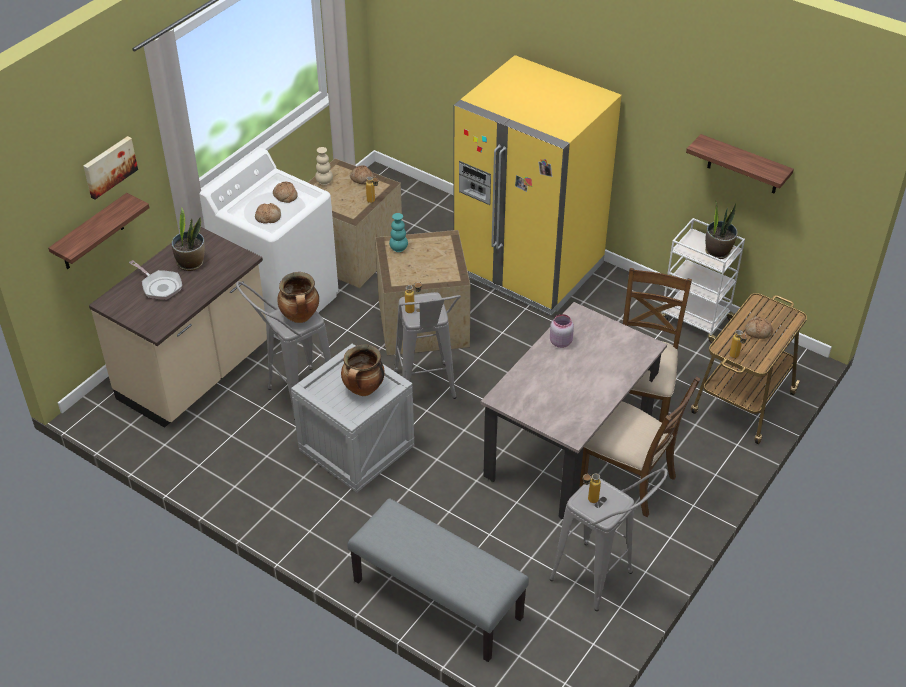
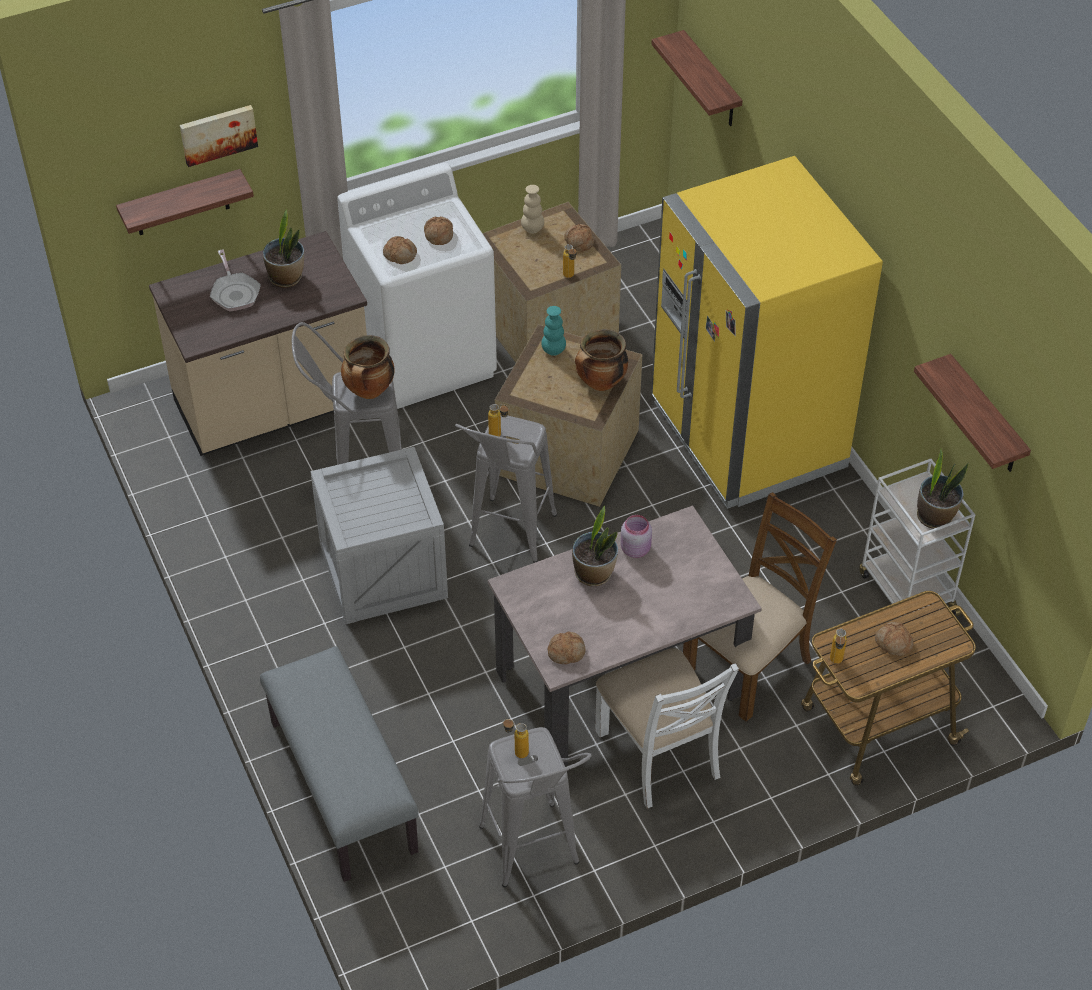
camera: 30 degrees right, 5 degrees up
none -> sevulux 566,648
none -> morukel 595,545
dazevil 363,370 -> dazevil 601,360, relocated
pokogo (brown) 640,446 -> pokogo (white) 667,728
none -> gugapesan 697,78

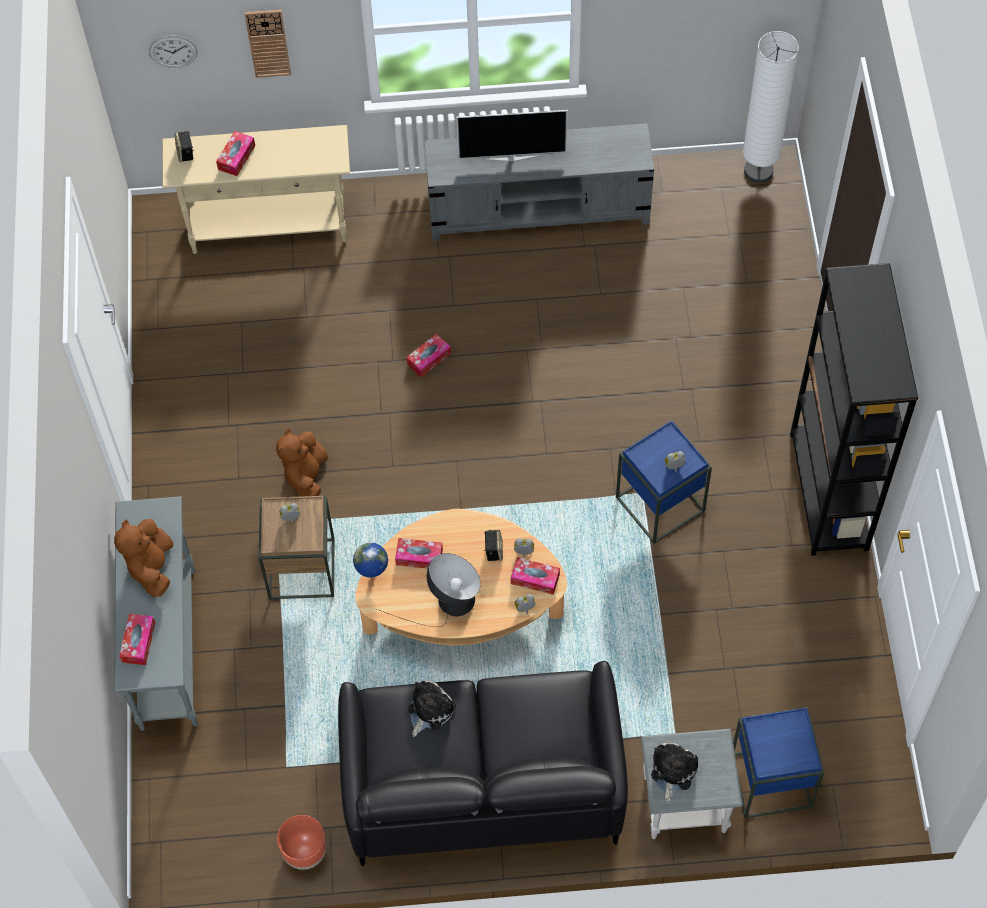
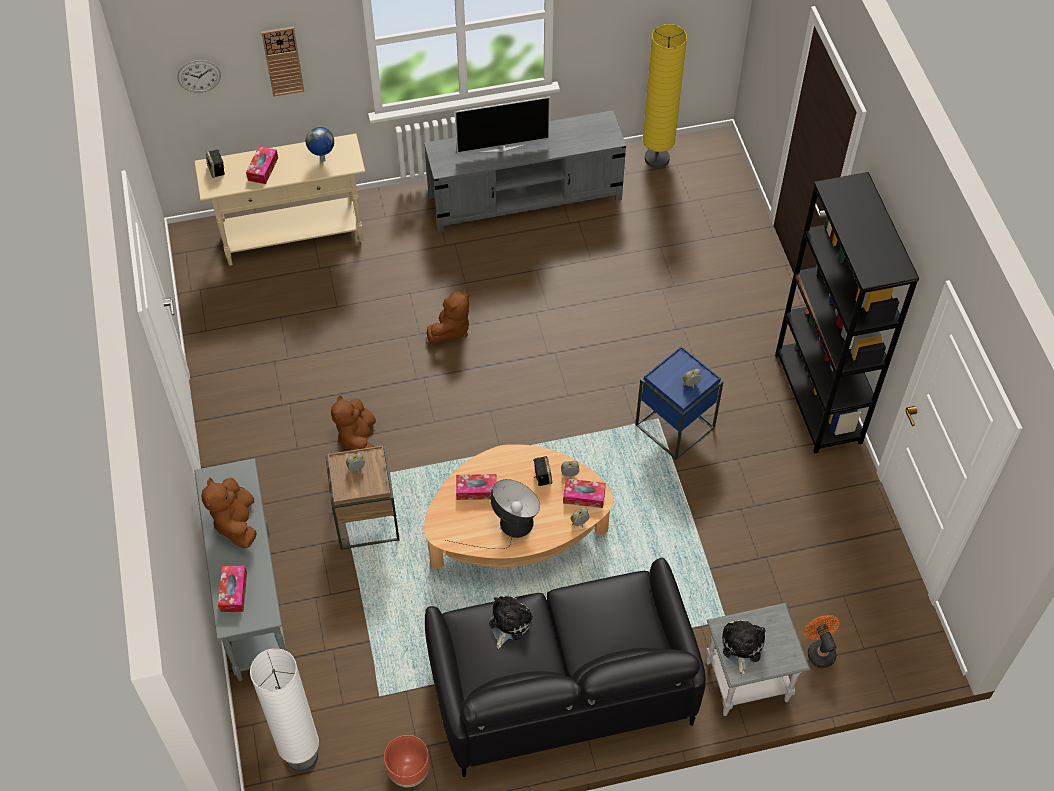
camera: 10 degrees left, 5 degrees down
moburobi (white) 771,107 -> moburobi (white) 284,710, relocated
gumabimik 370,560 -> gumabimik 320,144, relocated
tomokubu 428,355 -> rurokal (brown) 448,317
none -> moburobi (yellow) 665,96
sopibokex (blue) 778,762 -> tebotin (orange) 822,641

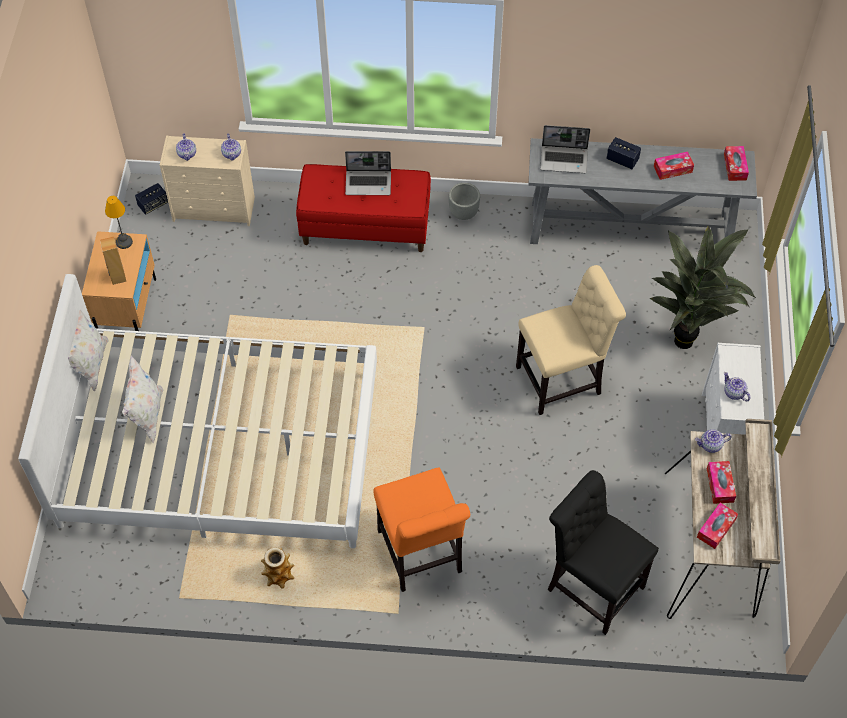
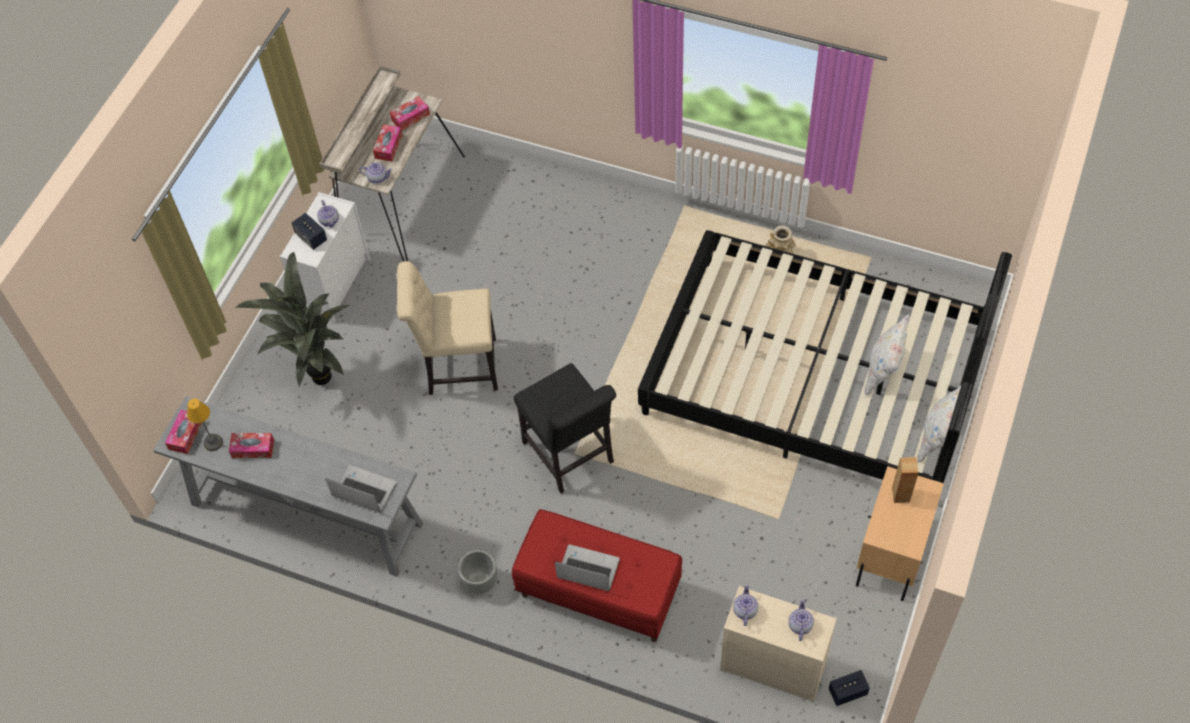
camera: 160 degrees left, 0 degrees up
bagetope 119,222 -> bagetope 205,425, relocated
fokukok 623,153 -> fokukok 309,231, relocated
pokogo (black) 603,552 -> pokogo (black) 565,428, relocated
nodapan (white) 197,411 -> nodapan (black) 825,356
pokogo (orange) 422,530 -> none

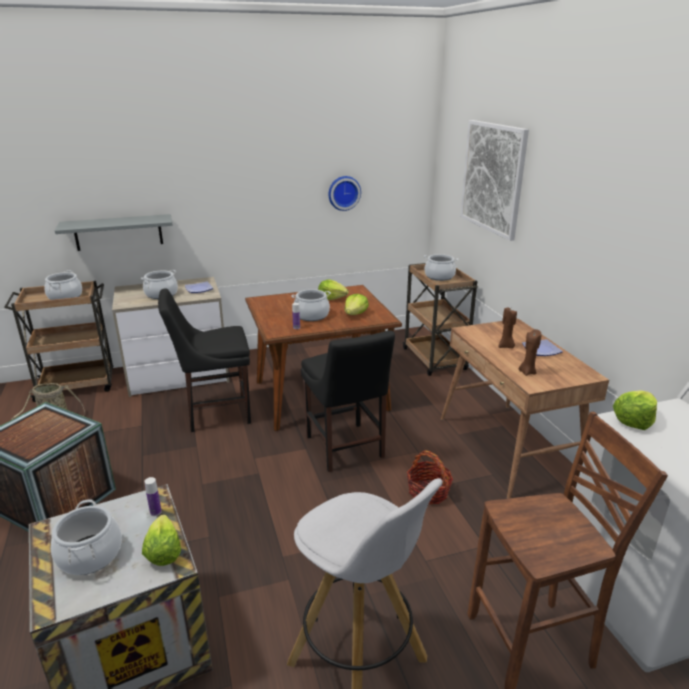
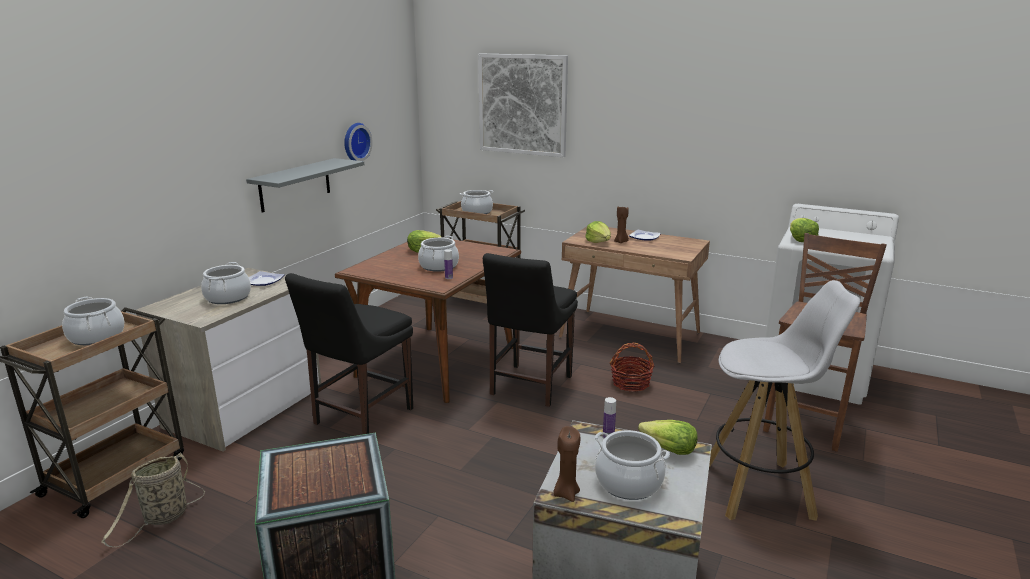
camera: 45 degrees left, 5 degrees down
gugapesan (grey) 114,232 -> gugapesan (grey) 305,185, relocated
pokogo (black) 348,401 -> pokogo (black) 530,330, 90 degrees clockwise
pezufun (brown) 530,352 -> pezufun (brown) 567,464, relocated
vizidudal 356,304 -> vizidudal 598,232, relocated

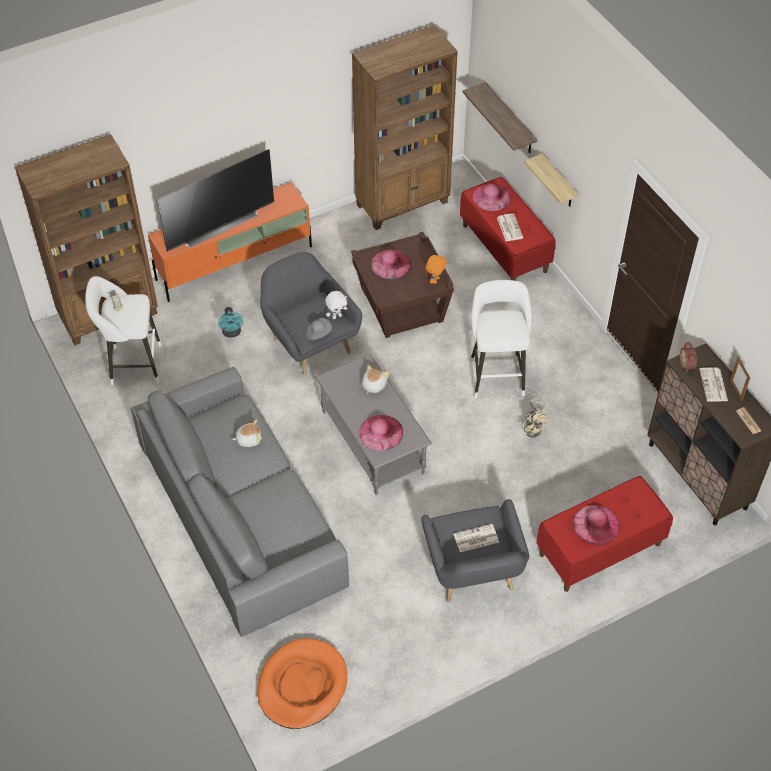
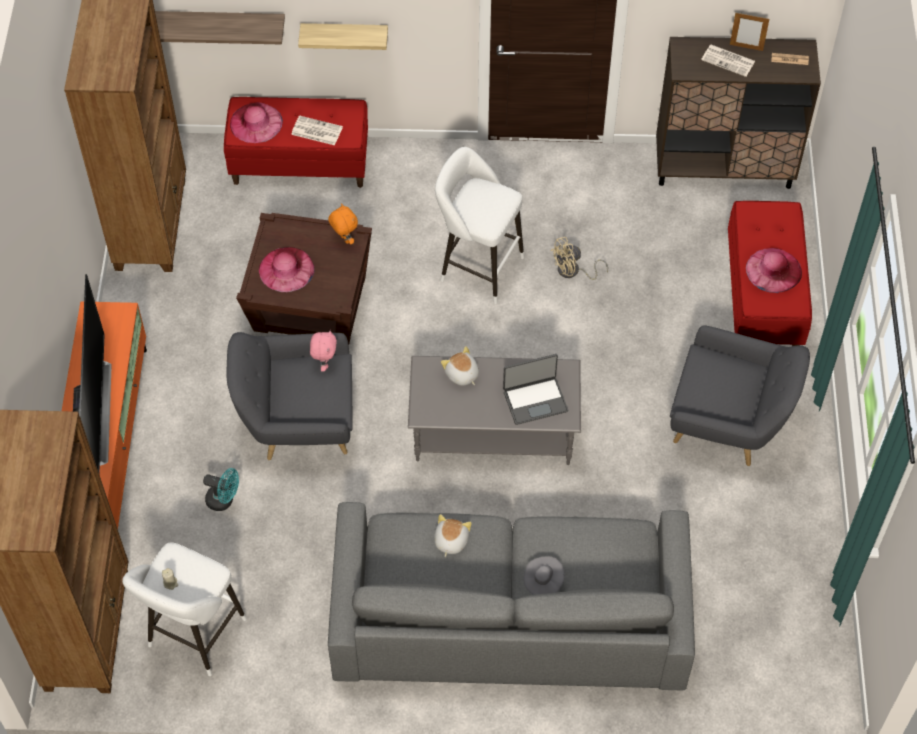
camera: 60 degrees left, 5 degrees up
rurokal (white) 336,305 -> rurokal (pink) 323,351
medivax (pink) 381,433 -> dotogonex 535,389
medivax (grey) 319,329 -> medivax (grey) 544,575, relocated
tebotin (beige) 536,420 -> tebotin (beige) 579,258, 150 degrees clockwise
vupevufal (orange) 302,683 -> none
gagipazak 476,538 -> none
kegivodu 688,357 -> none

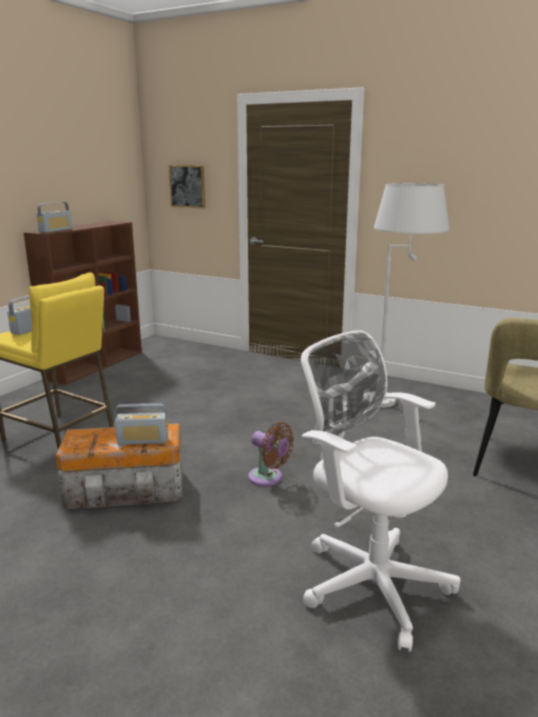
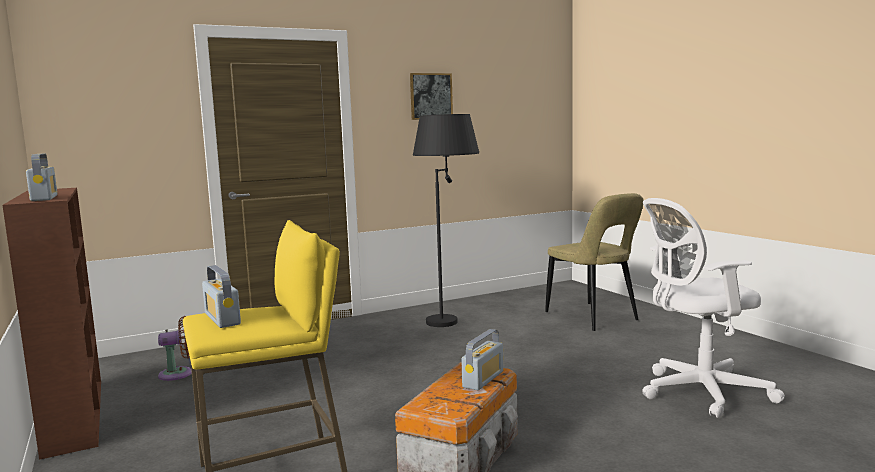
camera: 55 degrees left, 10 degrees down
tebotin (brown) 271,454 -> tebotin (brown) 175,348, relocated
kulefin 187,186 -> kulefin 431,96, relocated
moburobi (white) 406,295 -> moburobi (black) 446,220

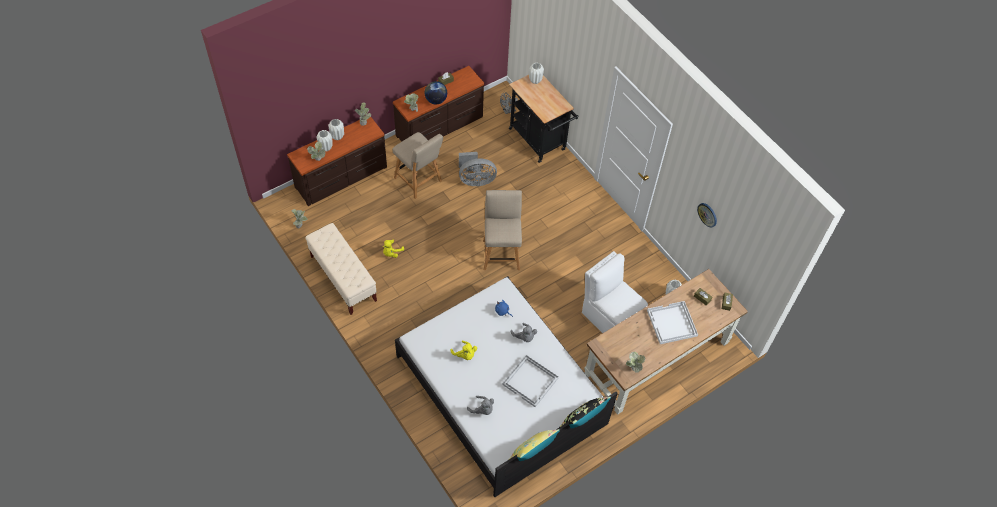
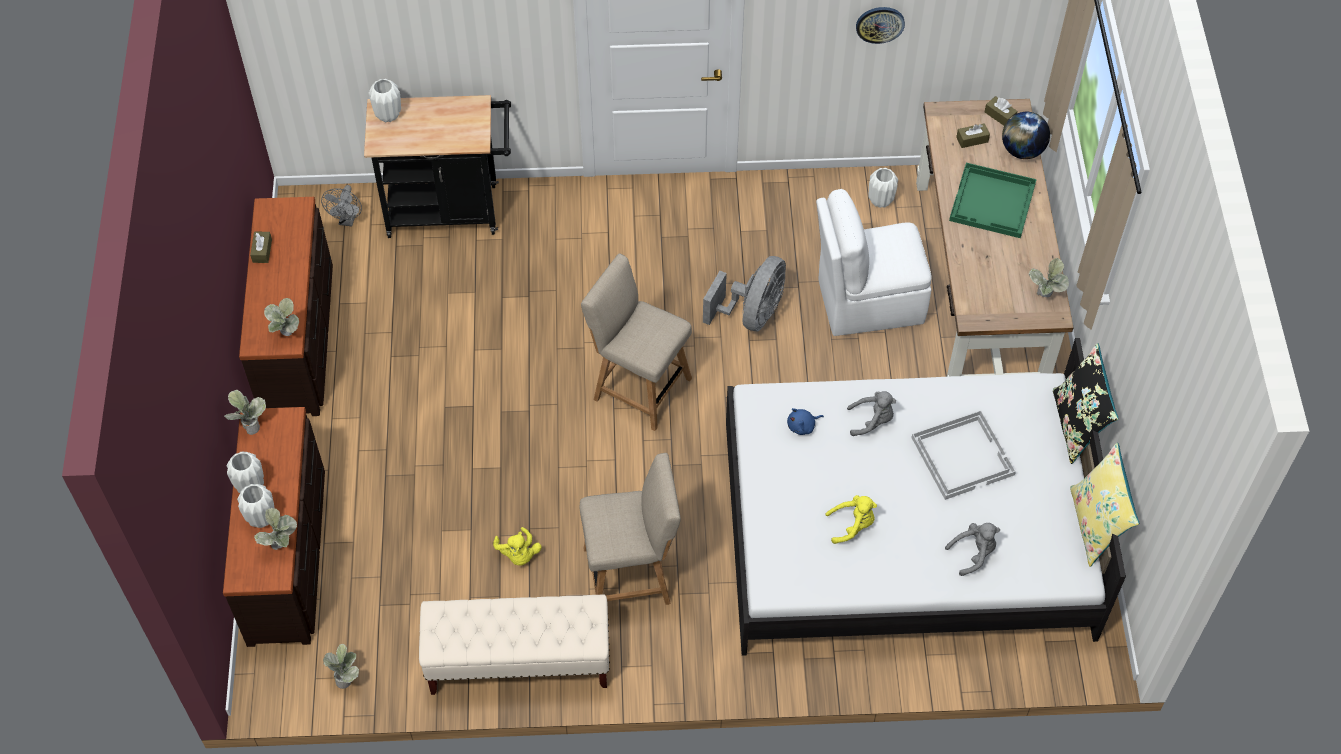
camera: 55 degrees left, 0 degrees up
pokogo (beige) 418,165 -> pokogo (beige) 630,529, relocated
tebotin (grey) 478,169 -> tebotin (grey) 744,293, relocated
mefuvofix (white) 672,322 -> mefuvofix (green) 993,200
gumabimik 436,92 -> gumabimik 1026,135, relocated

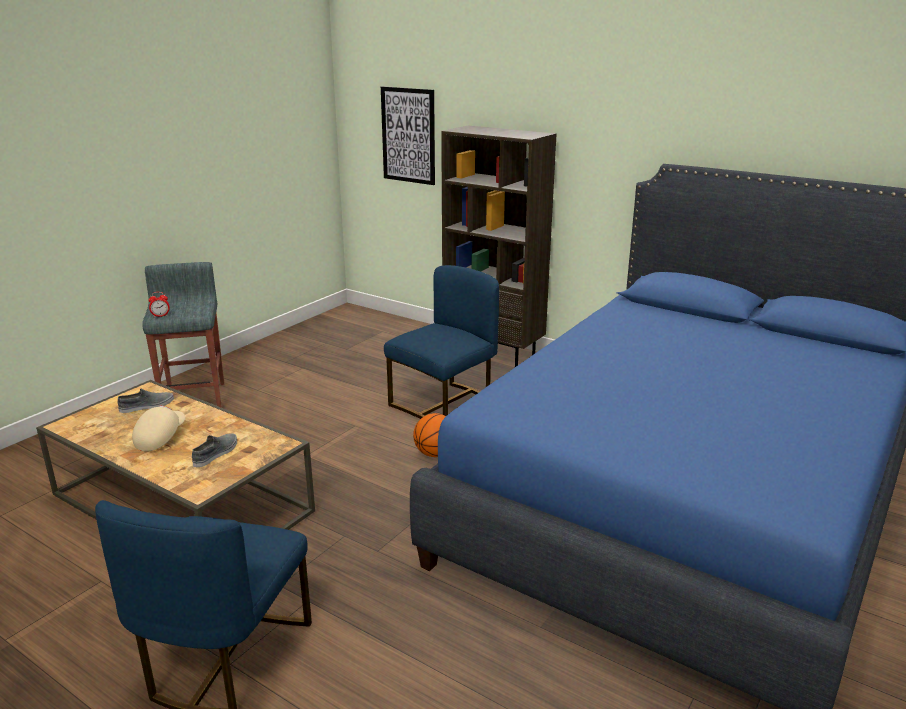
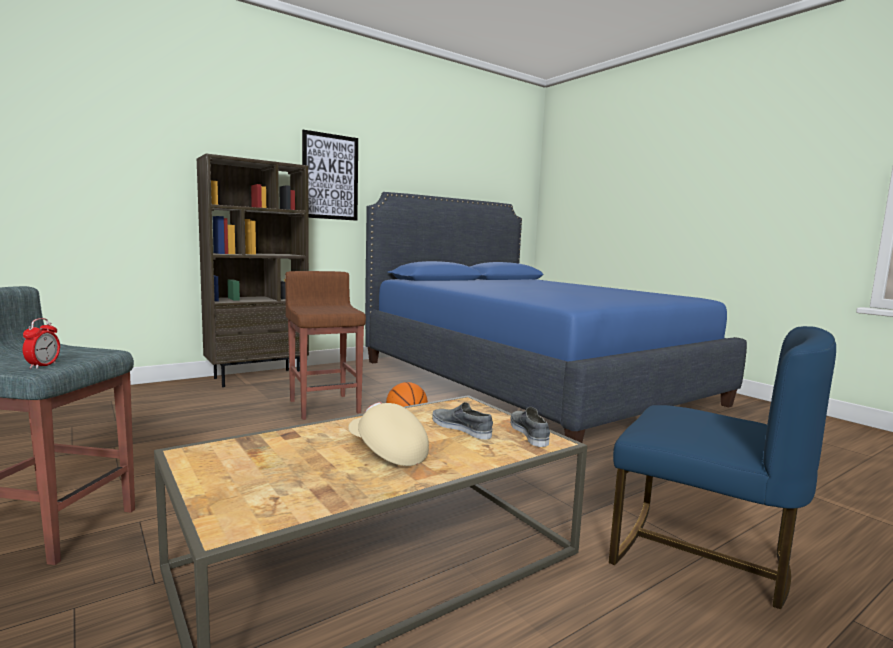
camera: 70 degrees left, 15 degrees down
pokogo (blue) 441,342 -> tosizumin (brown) 325,345
kulefin 408,135 -> kulefin 330,175, relocated
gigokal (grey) 146,401 -> gigokal (grey) 530,427, relocated

